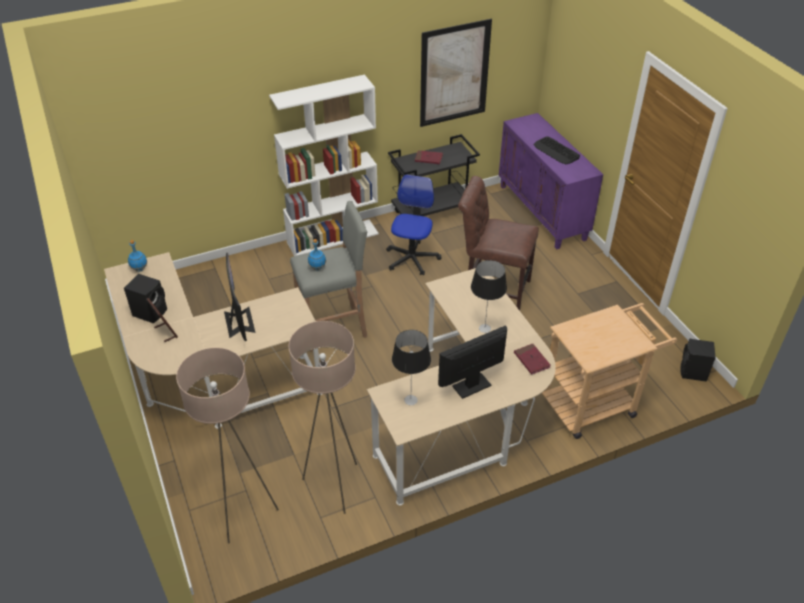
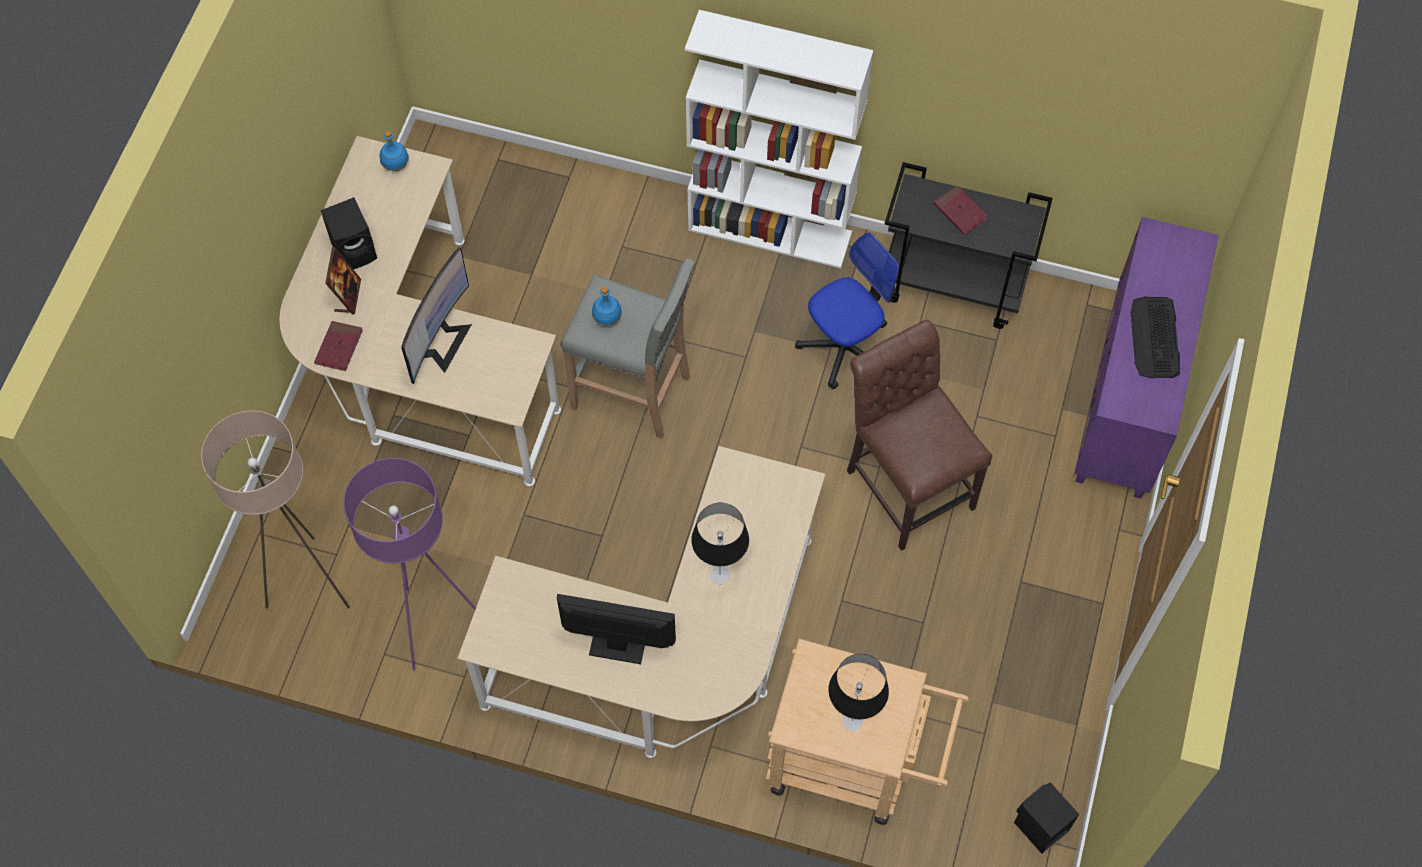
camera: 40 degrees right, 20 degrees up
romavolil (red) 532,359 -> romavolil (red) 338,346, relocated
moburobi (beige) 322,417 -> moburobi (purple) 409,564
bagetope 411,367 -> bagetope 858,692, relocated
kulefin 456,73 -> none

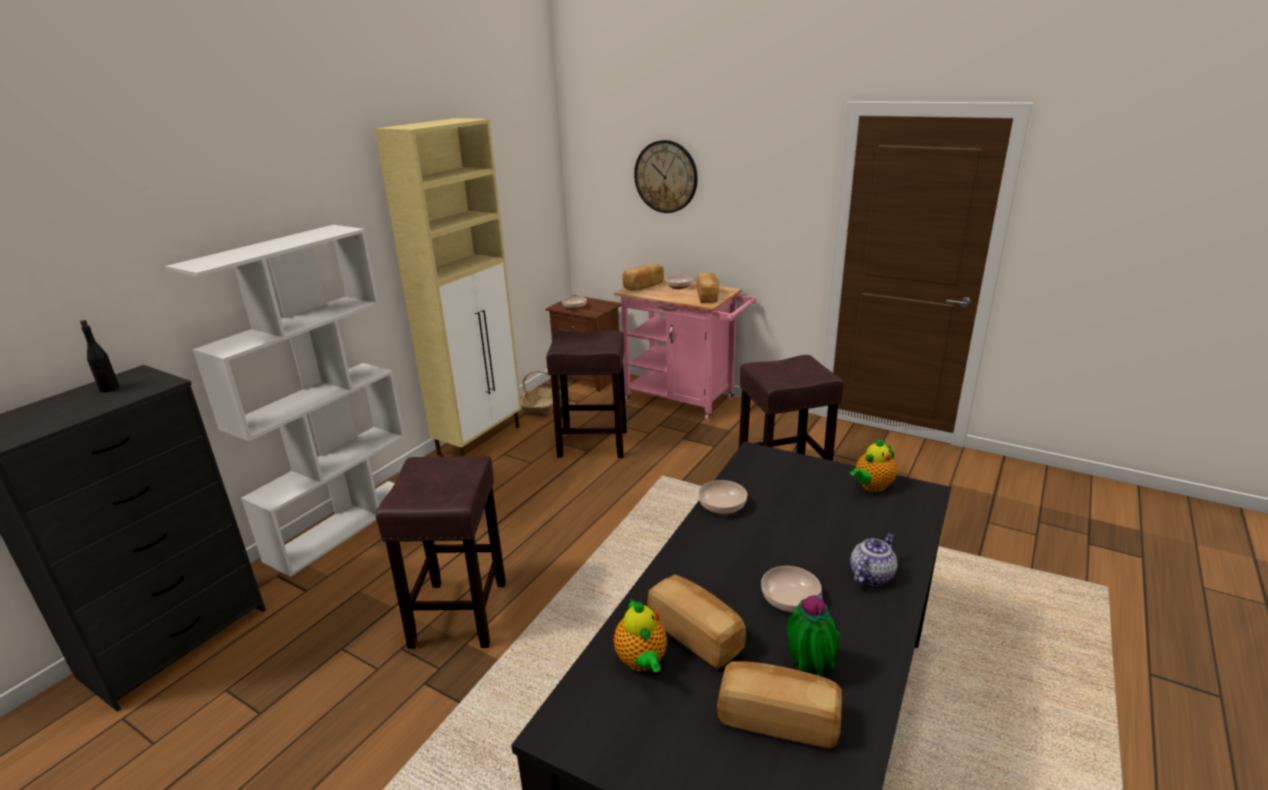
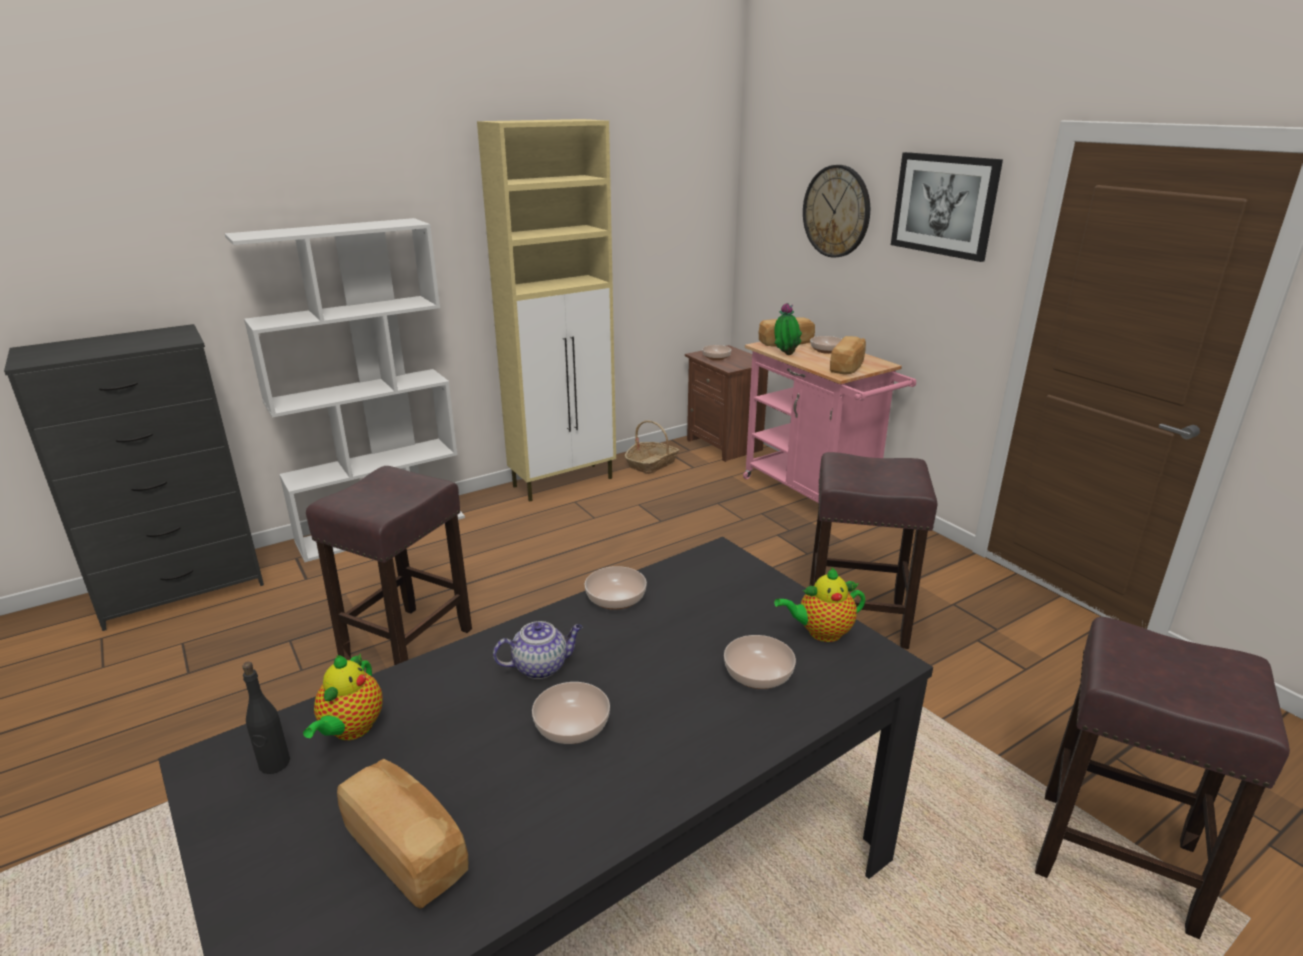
camera: 25 degrees right, 0 degrees up
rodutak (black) 99,356 -> rodutak (black) 266,718, relocated
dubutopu 873,559 -> dubutopu 538,650, relocated
none -> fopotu 760,662
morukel 813,634 -> morukel 788,329, relocated
none -> kulefin 947,207
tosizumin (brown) 586,394 -> tosizumin (brown) 1162,778, relocated
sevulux 696,622 -> none

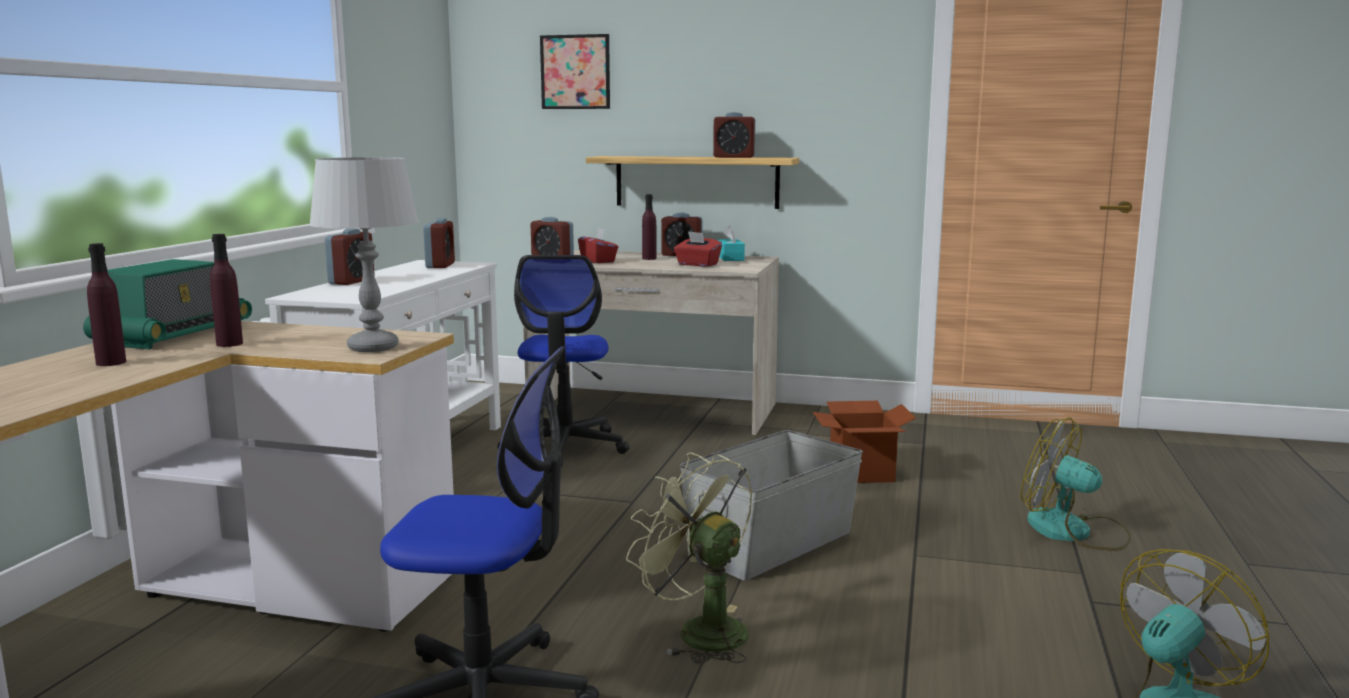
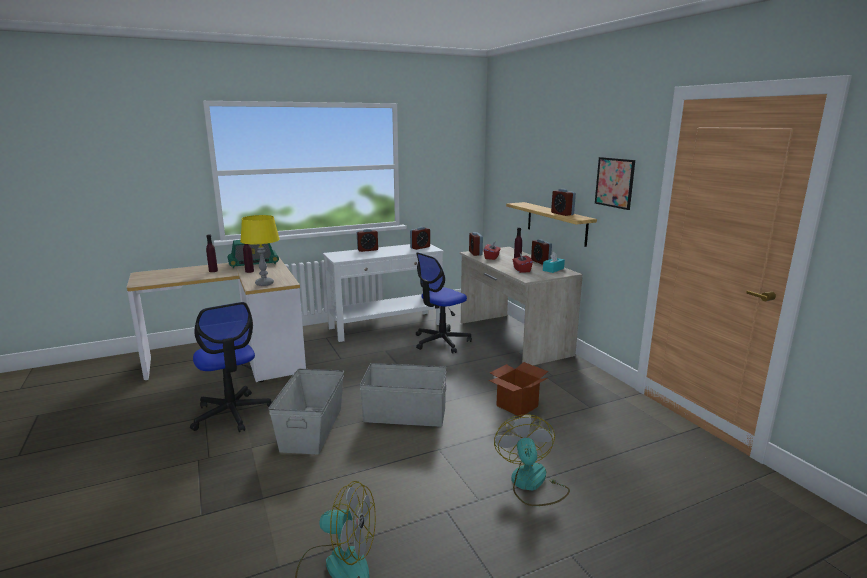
camera: 50 degrees right, 5 degrees up
bagetope (grey) 364,254 -> bagetope (yellow) 260,250
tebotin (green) 689,558 -> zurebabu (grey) 306,412
kulefin 575,71 -> kulefin 615,183, relocated

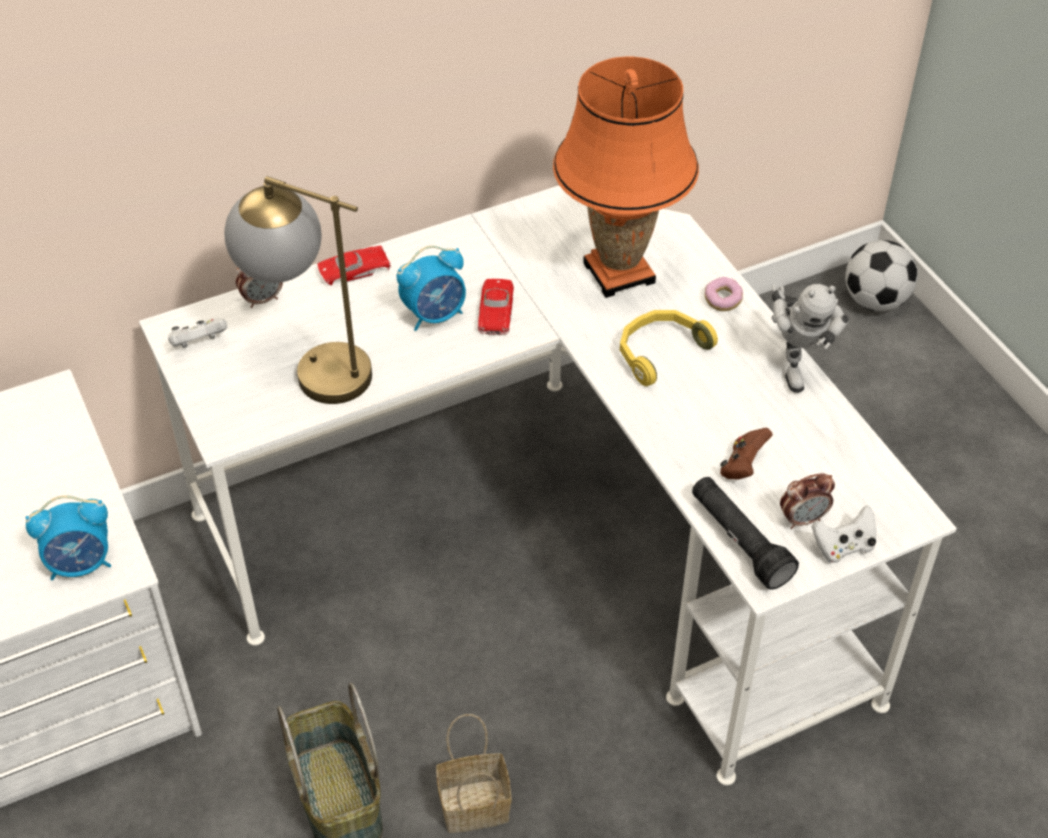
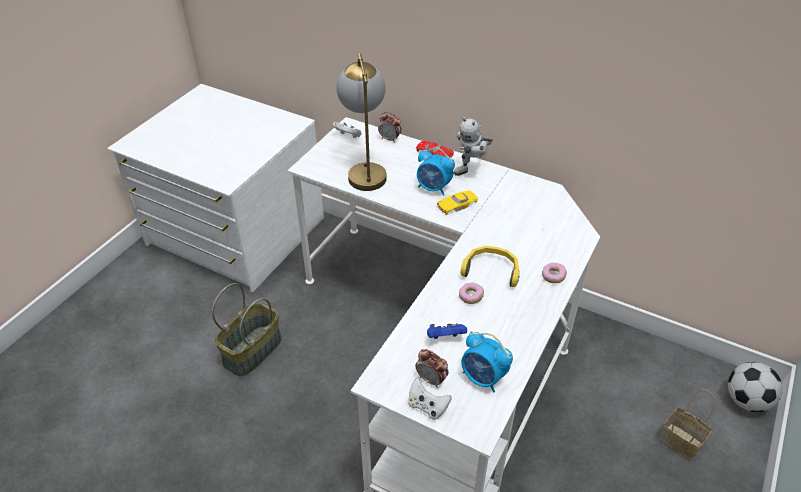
camera: 55 degrees right, 5 degrees down
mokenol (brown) 746,454 -> mokenol (blue) 447,331
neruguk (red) 496,307 -> neruguk (yellow) 457,202
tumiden 810,338 -> tumiden 473,146, relocated
none -> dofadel 471,293
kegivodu 68,537 -> kegivodu 487,361, relocated
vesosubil 474,773 -> vesosubil 687,425, relocated
bagetope (orange) 626,177 -> none
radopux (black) 745,533 -> none

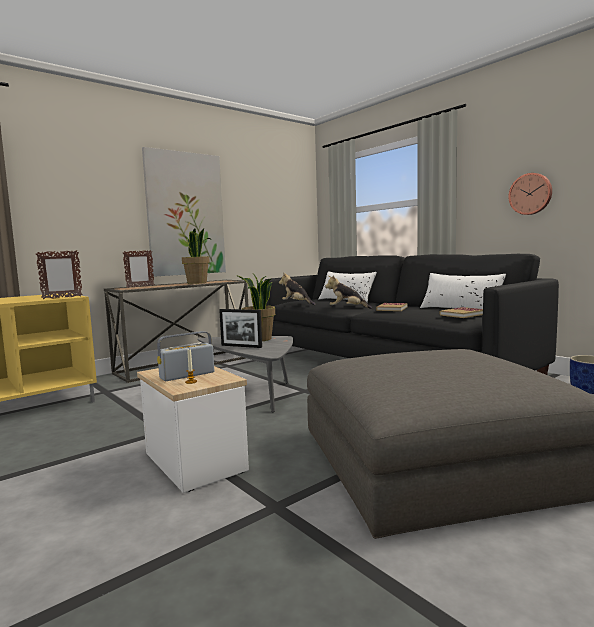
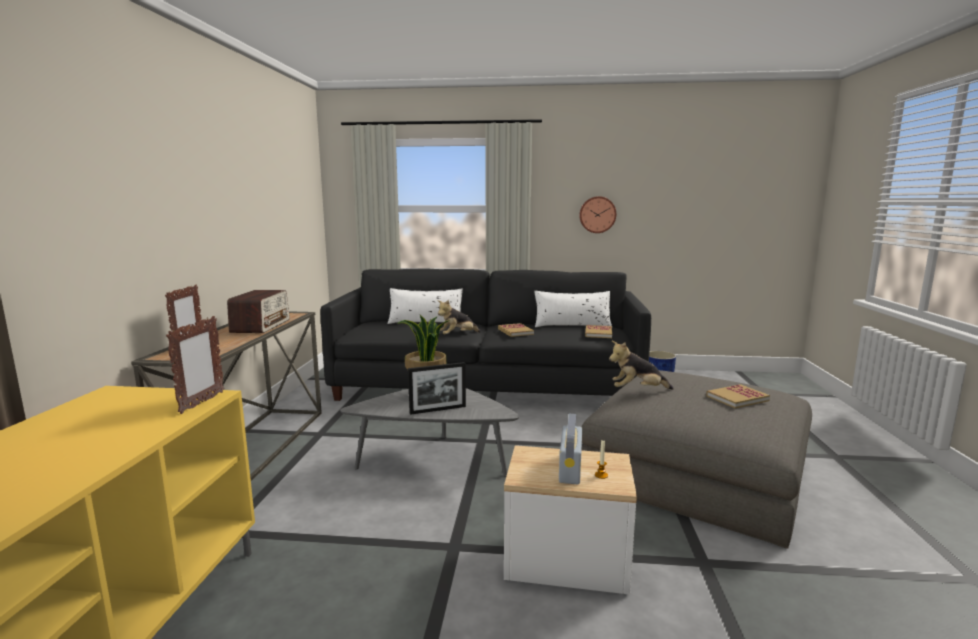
camera: 45 degrees left, 5 degrees up
morukel 197,256 -> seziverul 258,311
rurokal 297,288 -> rurokal 641,365, relocated
none -> romavolil 738,396
kulefin 184,212 -> none

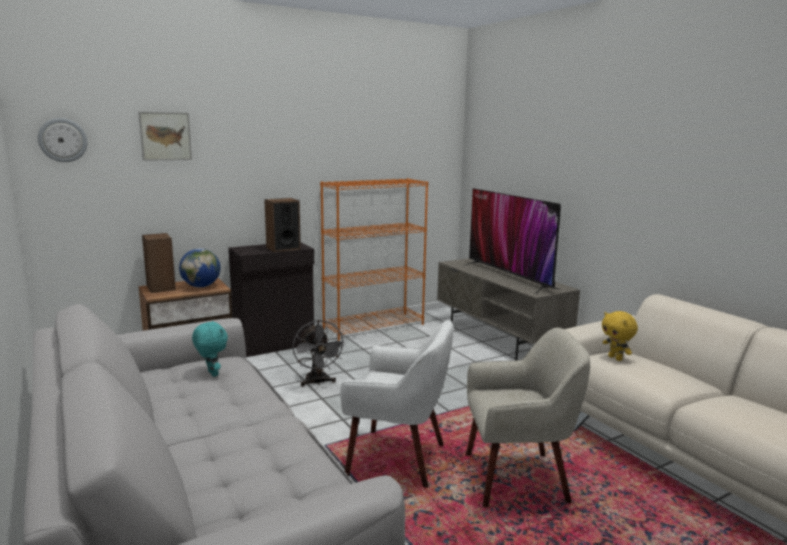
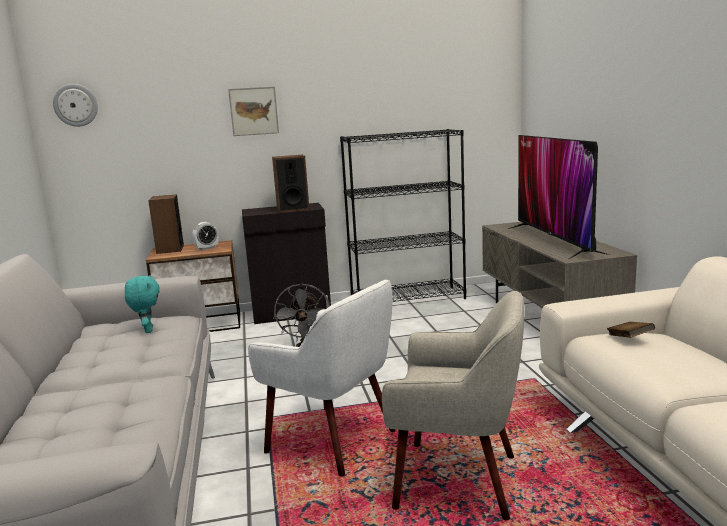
camera: 20 degrees right, 0 degrees up
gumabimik 199,267 -> kegivodu 205,236
kulefin 165,136 -> kulefin 253,111, relocated
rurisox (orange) 374,259 -> rurisox (black) 403,215
rurokal (yellow) 620,336 -> romavolil (brown) 631,330

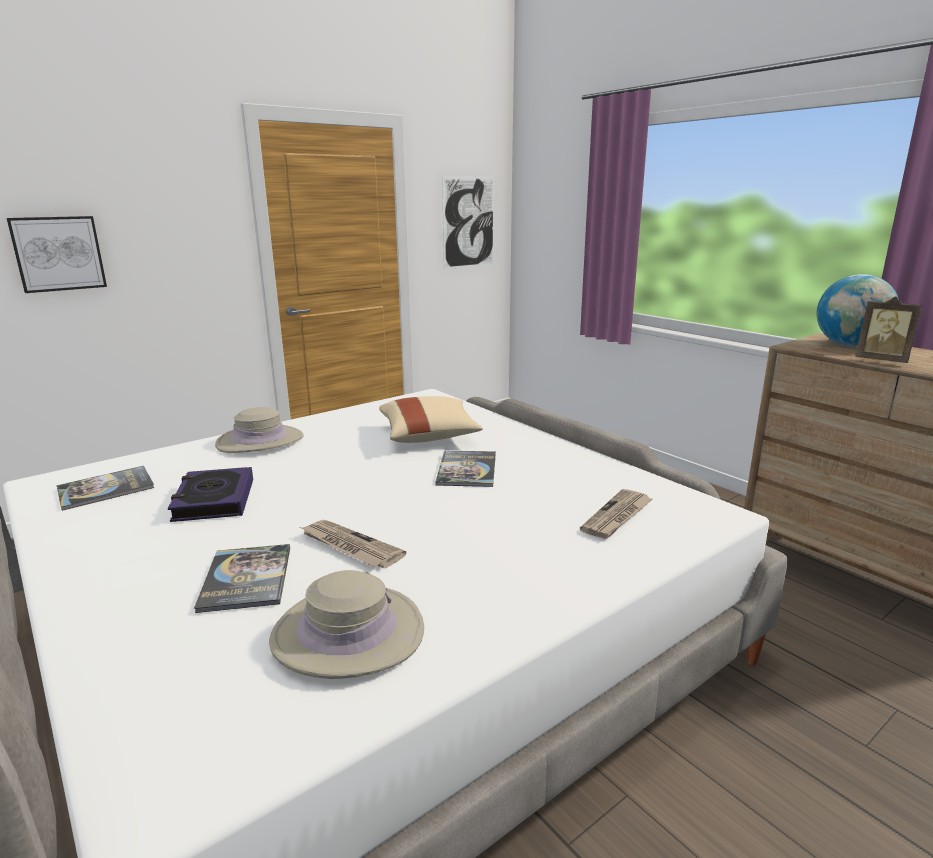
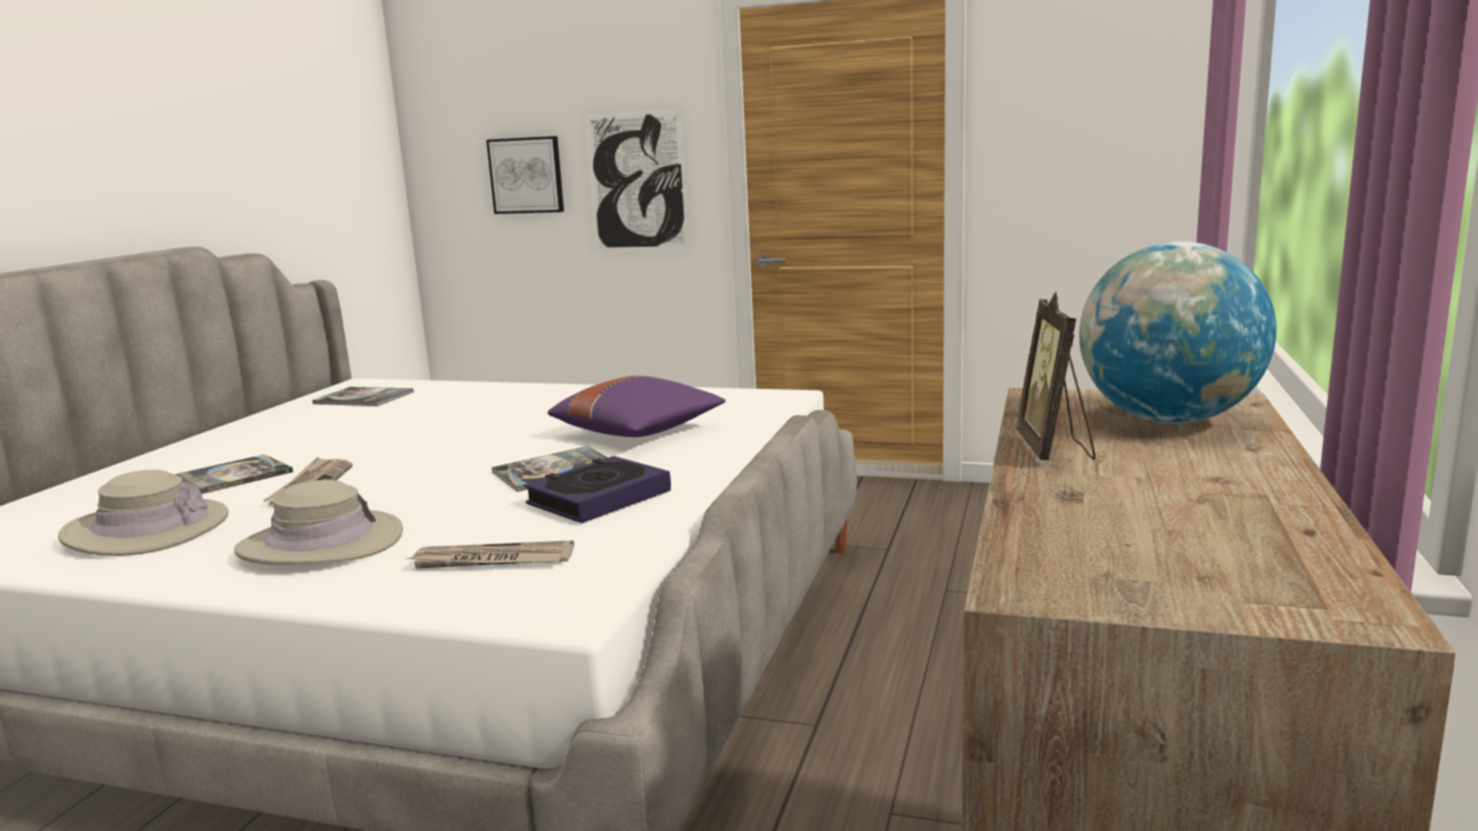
camera: 55 degrees right, 5 degrees down
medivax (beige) 259,430 -> medivax (beige) 318,522, relocated
romavolil 210,494 -> romavolil 597,489, relocated
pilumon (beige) 431,419 -> pilumon (purple) 636,406
kulefin 468,222 -> kulefin 637,180, relocated

